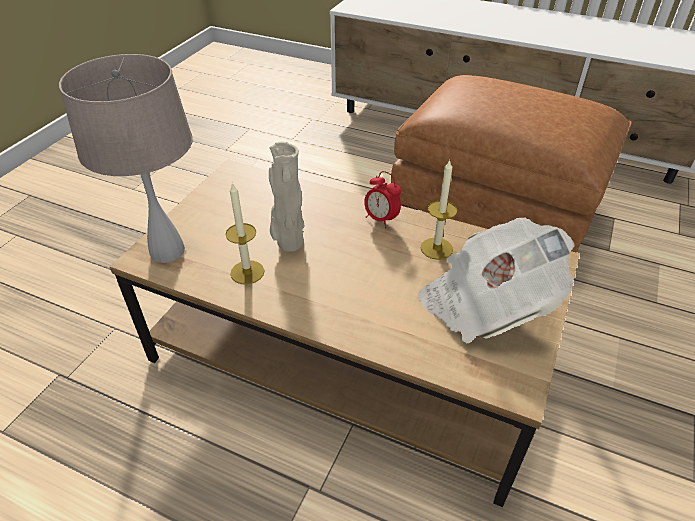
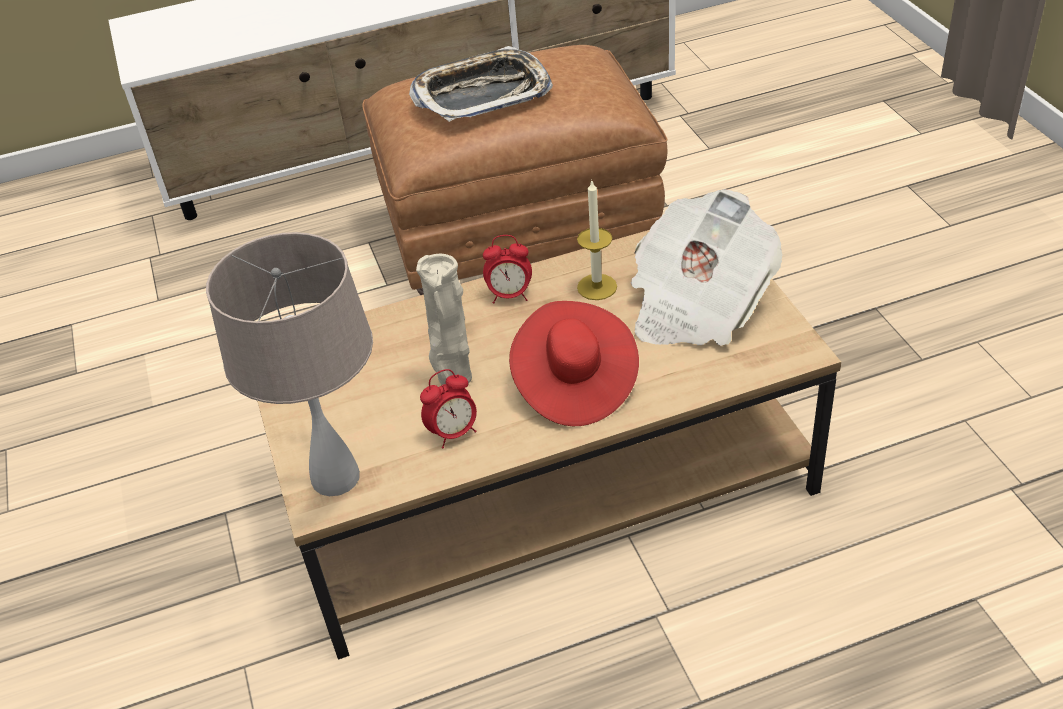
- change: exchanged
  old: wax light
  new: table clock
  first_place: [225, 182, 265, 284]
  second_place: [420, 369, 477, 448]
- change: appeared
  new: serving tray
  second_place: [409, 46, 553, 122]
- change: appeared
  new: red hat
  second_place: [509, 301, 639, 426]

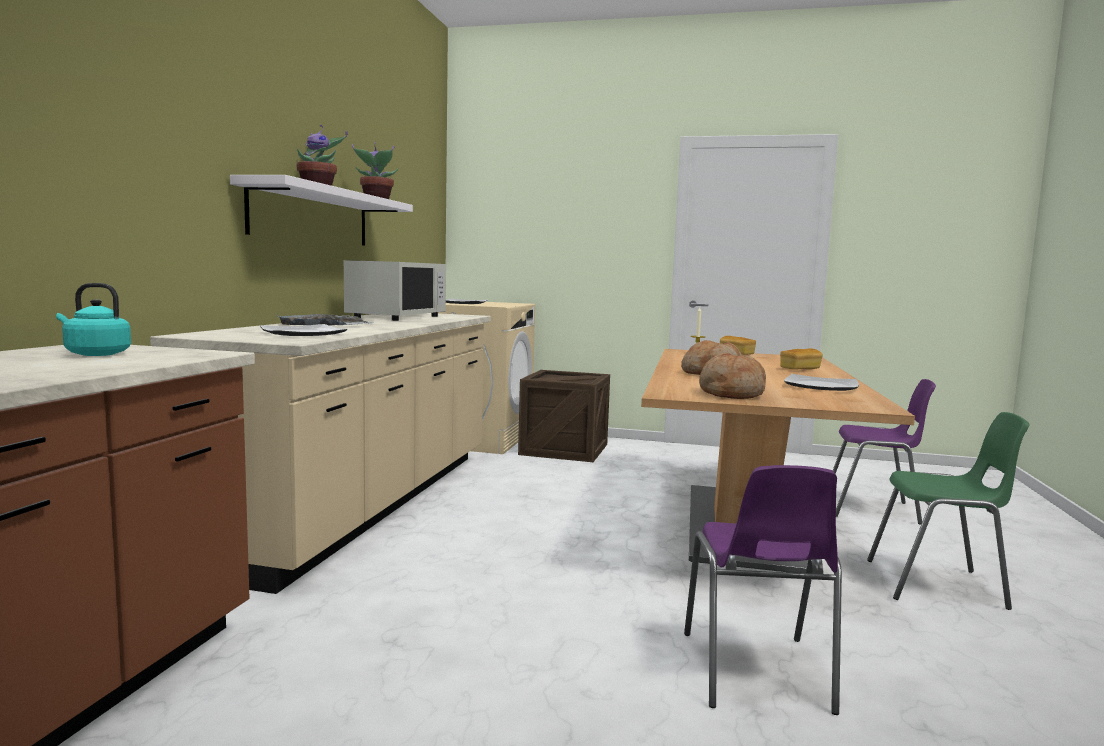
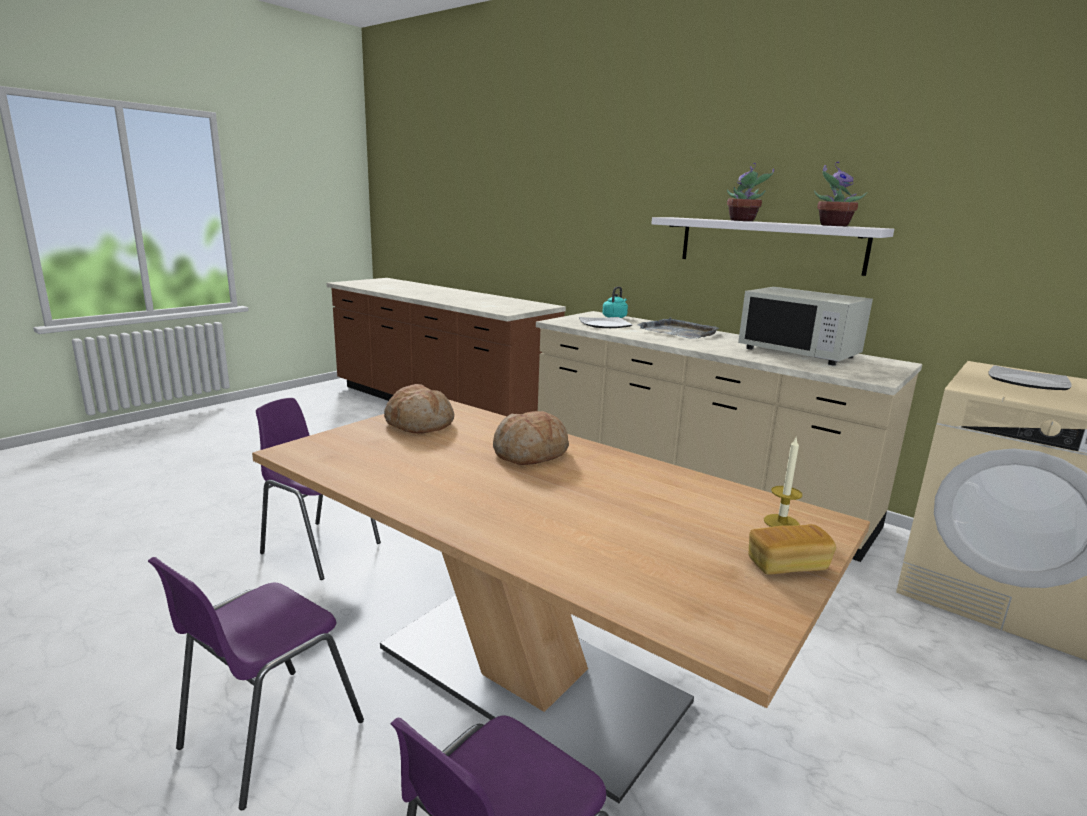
- change: relocated
  old: blue-green water kettle
  first_place: [56, 283, 131, 356]
  second_place: [602, 286, 628, 318]
- change: missing
  old: packing crate
  first_place: [518, 370, 610, 462]
- change: missing
  old: bakery bread
  first_place: [780, 348, 823, 370]
- change: missing
  old: plate
  first_place: [784, 374, 859, 391]
- change: colour
  old: greenish upright chair
  new: purplish upright chair
  first_place: [867, 412, 1030, 610]
  second_place: [148, 557, 364, 810]

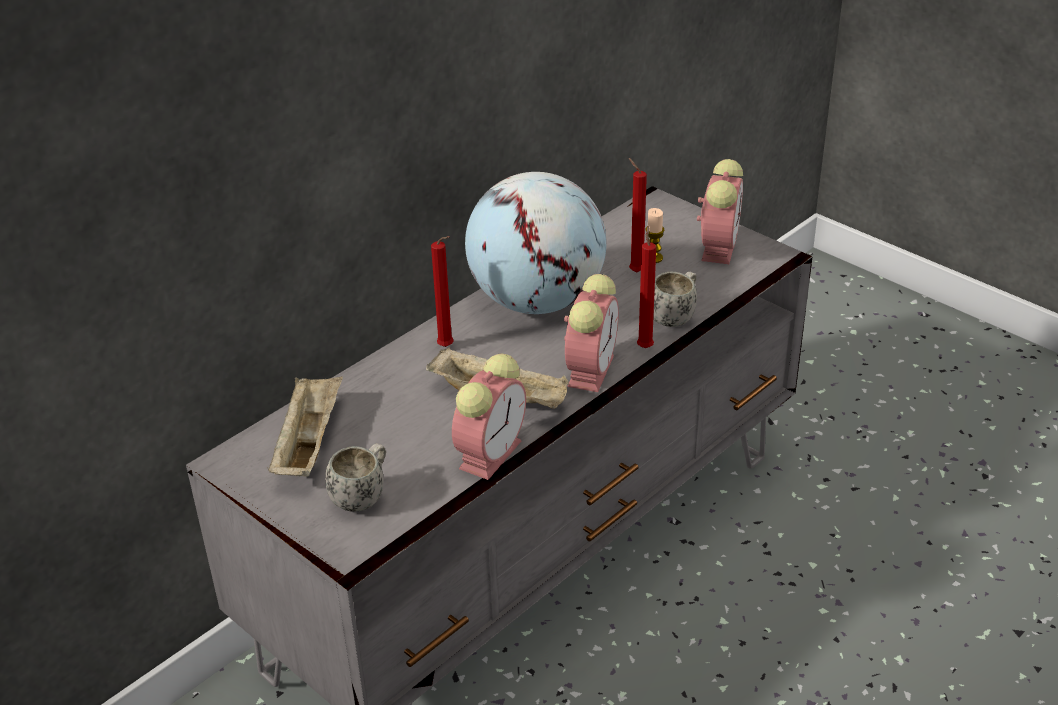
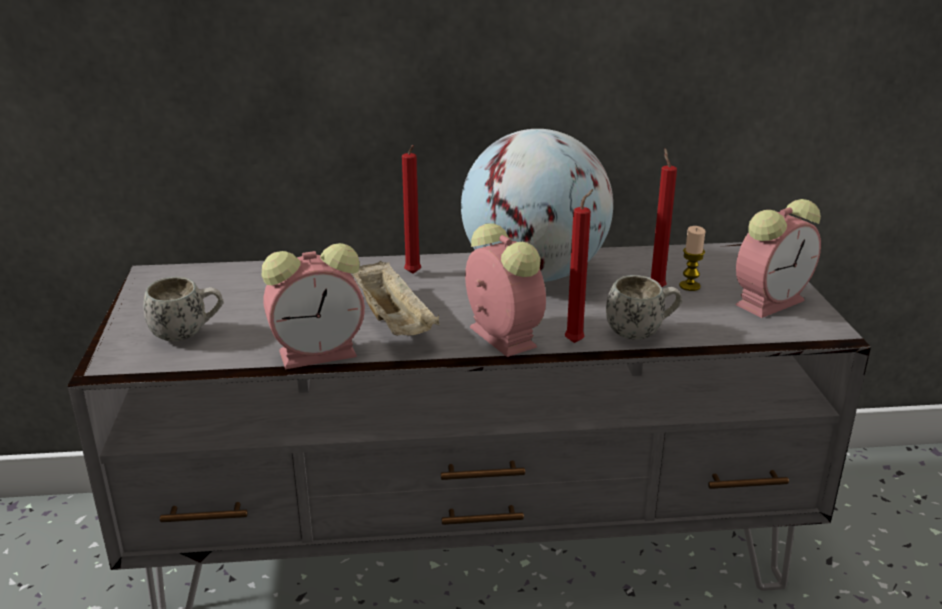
- change: missing
  old: beige serving tray
  first_place: [267, 376, 343, 476]
- change: spun
  old: table clock
  first_place: [564, 274, 619, 392]
  second_place: [465, 223, 546, 357]
  degrees: -90

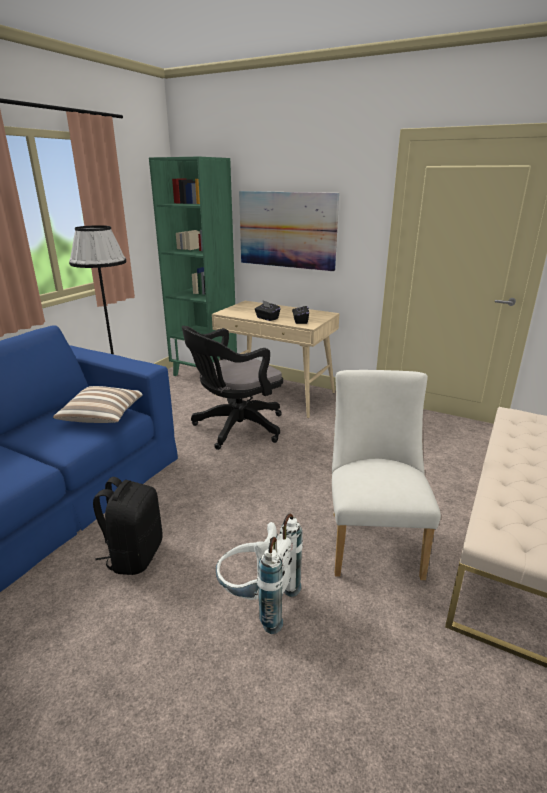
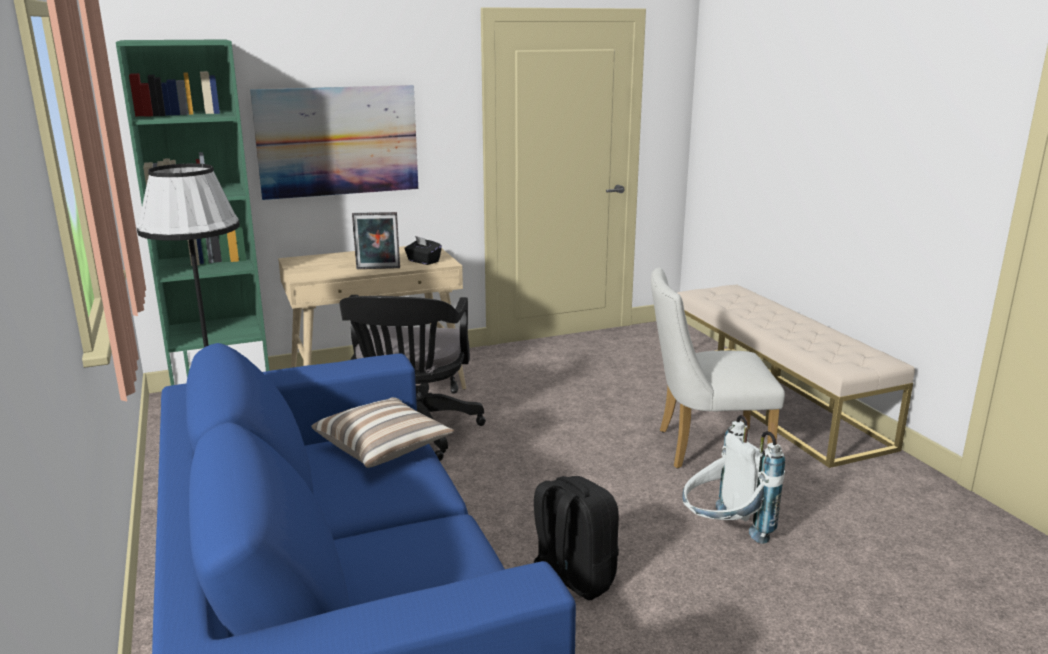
- change: exchanged
  old: black tissue holder
  new: standing frame
  first_place: [255, 300, 281, 321]
  second_place: [352, 212, 400, 269]
- change: spun
  old: white-coloured upright chair
  first_place: [332, 370, 441, 580]
  second_place: [651, 268, 785, 469]
  degrees: -45

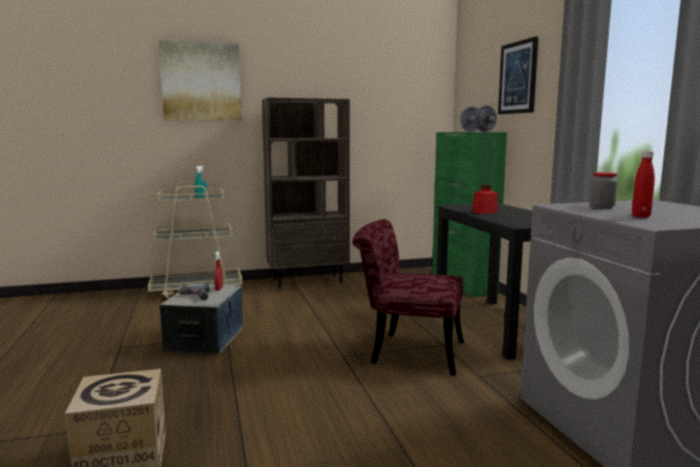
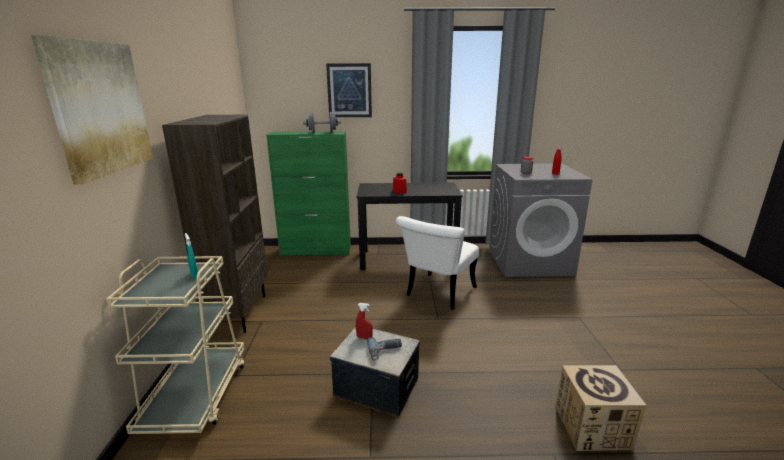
- change: colour
  old: red upright chair
  new: white-coloured upright chair
  first_place: [353, 219, 464, 376]
  second_place: [396, 216, 479, 309]

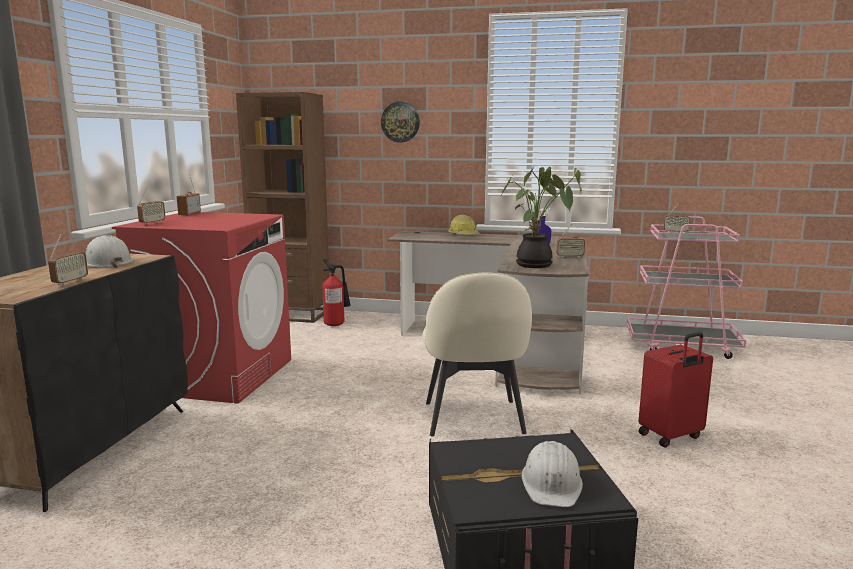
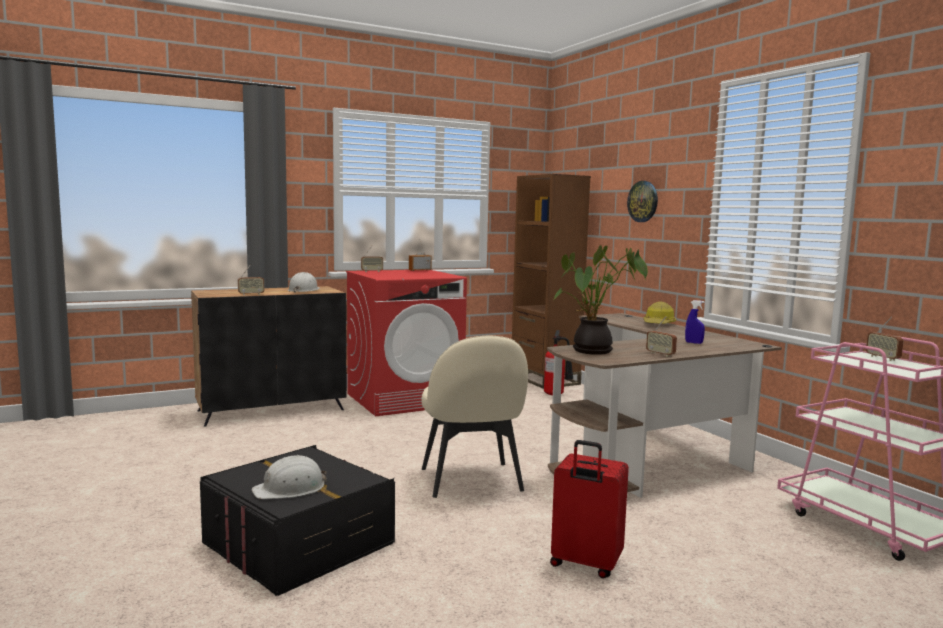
- change: spun
  old: beige upright chair
  first_place: [423, 272, 532, 436]
  second_place: [422, 336, 528, 498]
  degrees: -60

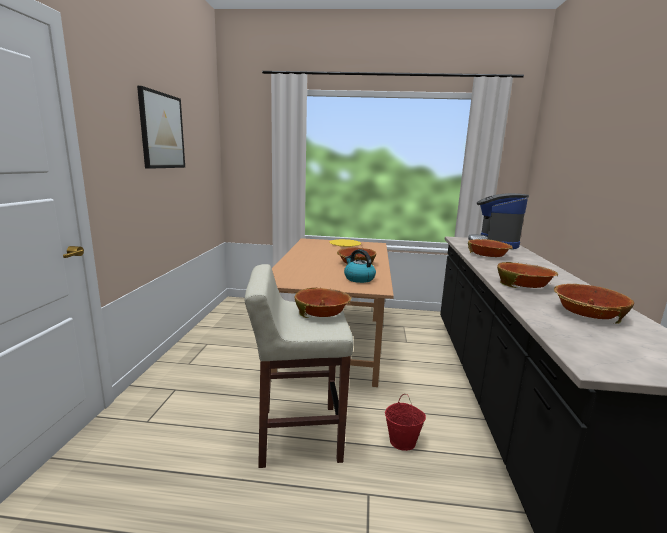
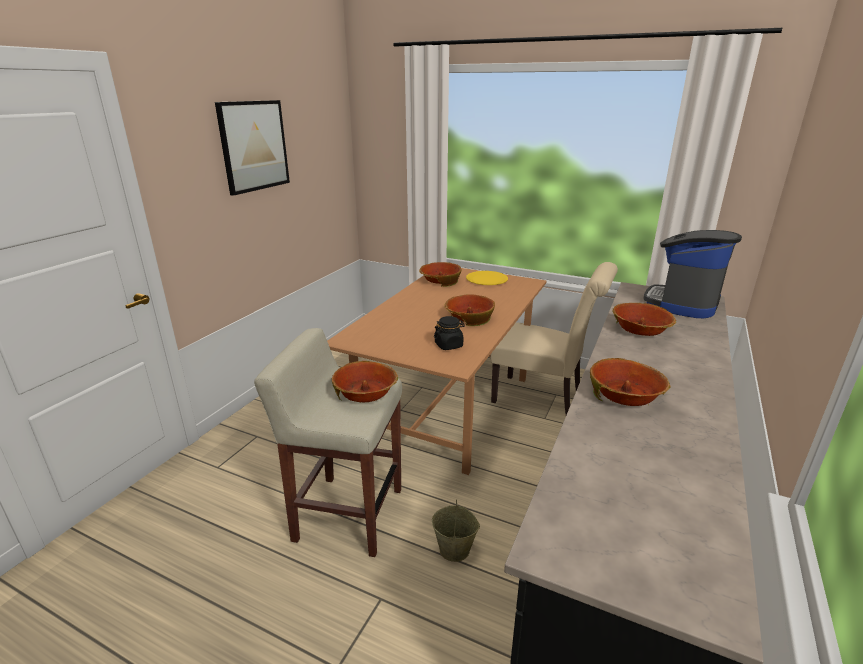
- change: exchanged
  old: water kettle
  new: black storage jar
  first_place: [344, 249, 376, 283]
  second_place: [434, 316, 465, 350]
- change: colour
  old: red water bucket
  new: beige water bucket
  first_place: [385, 394, 426, 451]
  second_place: [432, 499, 480, 562]
- change: relocated
  old: serving bowl
  first_place: [554, 284, 634, 324]
  second_place: [419, 262, 461, 287]
- change: appeared
  new: beige upright chair
  second_place: [490, 262, 618, 415]

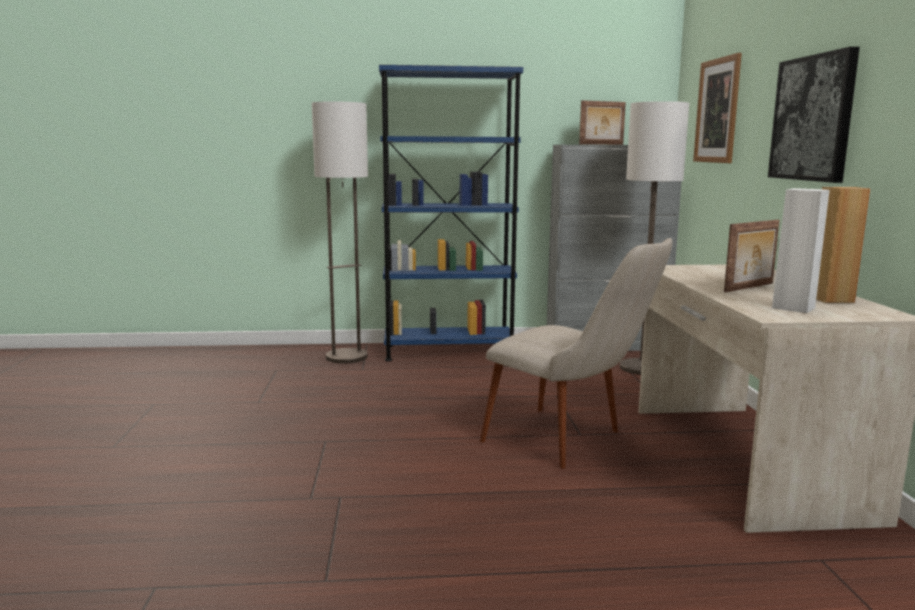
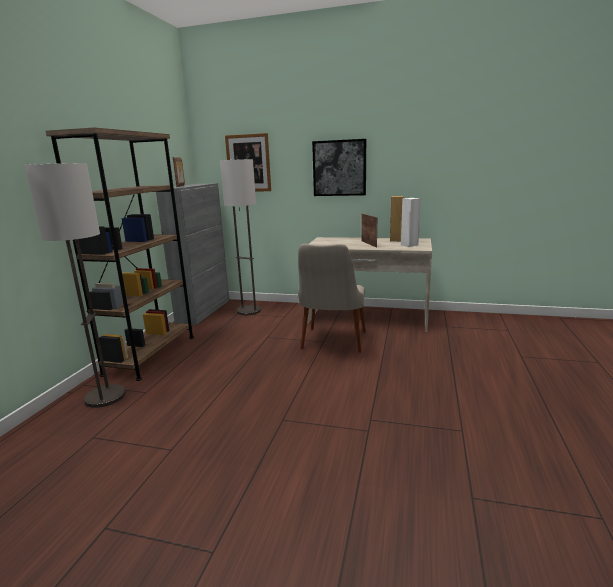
- change: colour
  old: blue bookcase
  new: brownish bookcase
  first_place: [379, 65, 523, 361]
  second_place: [46, 127, 194, 381]
- change: spun
  old: beige upright chair
  first_place: [480, 238, 672, 469]
  second_place: [298, 244, 366, 353]
  degrees: 135

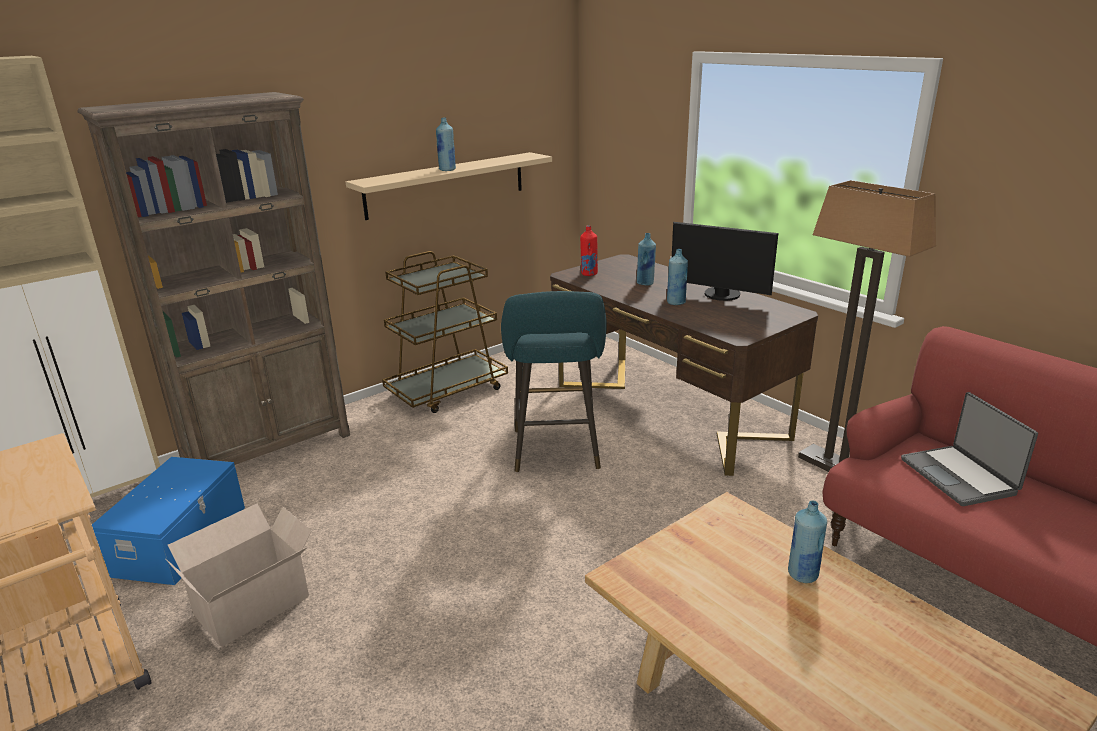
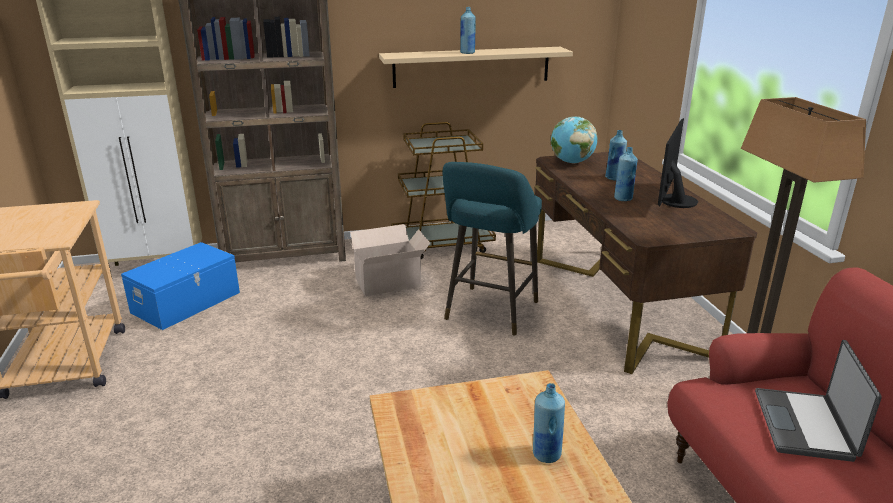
- change: relocated
  old: carton
  first_place: [166, 504, 312, 647]
  second_place: [347, 224, 430, 296]
- change: exchanged
  old: red drink bottle
  new: world globe
  first_place: [580, 225, 598, 276]
  second_place: [551, 116, 598, 163]
- change: spun
  old: computer screen
  first_place: [672, 222, 778, 301]
  second_place: [658, 118, 698, 208]
  degrees: 60

